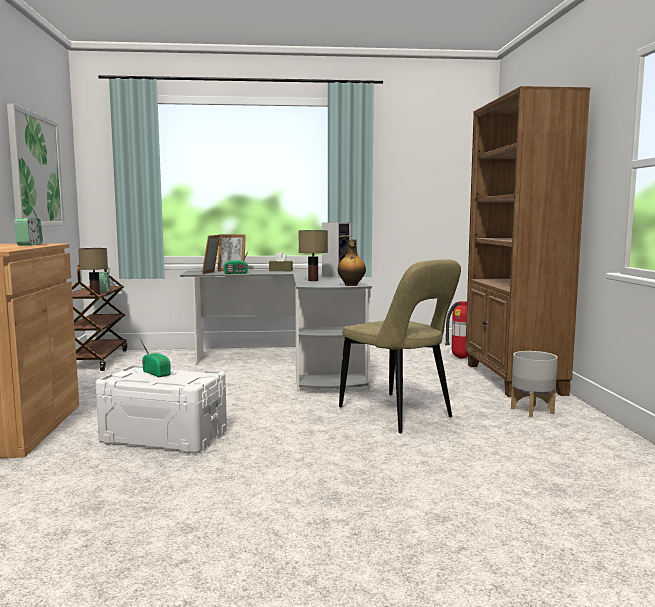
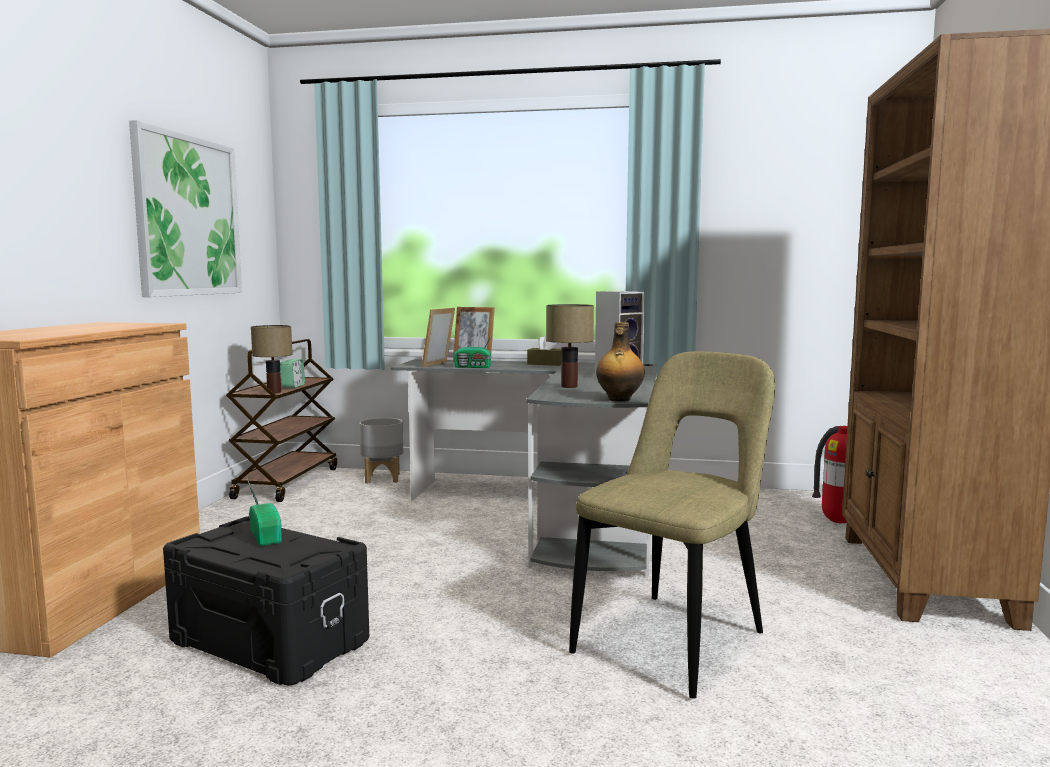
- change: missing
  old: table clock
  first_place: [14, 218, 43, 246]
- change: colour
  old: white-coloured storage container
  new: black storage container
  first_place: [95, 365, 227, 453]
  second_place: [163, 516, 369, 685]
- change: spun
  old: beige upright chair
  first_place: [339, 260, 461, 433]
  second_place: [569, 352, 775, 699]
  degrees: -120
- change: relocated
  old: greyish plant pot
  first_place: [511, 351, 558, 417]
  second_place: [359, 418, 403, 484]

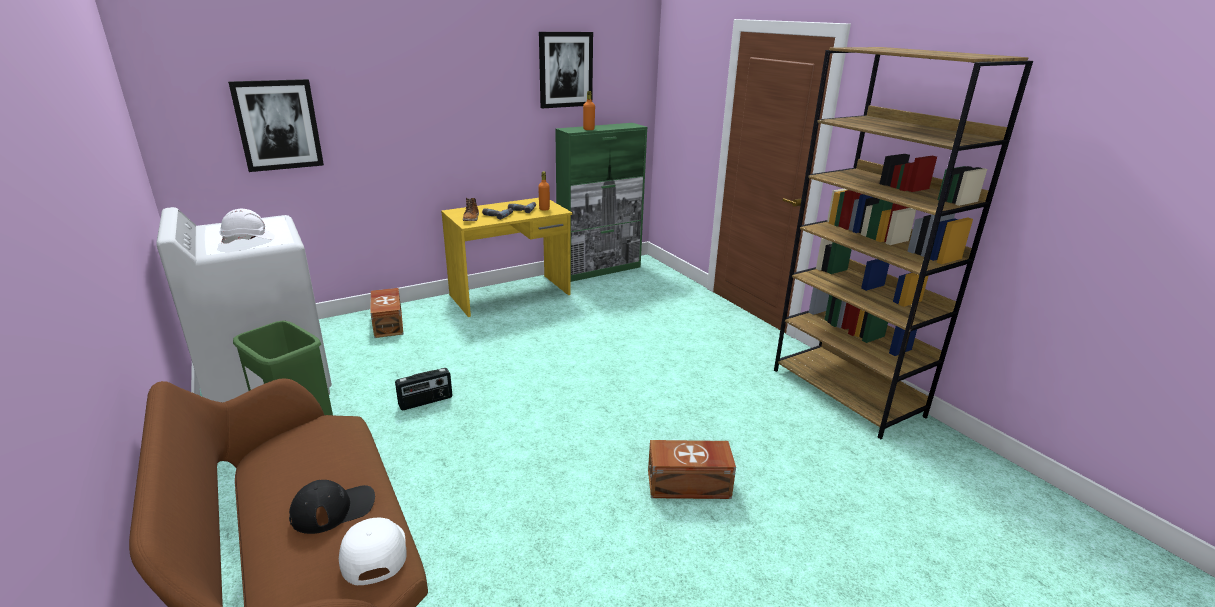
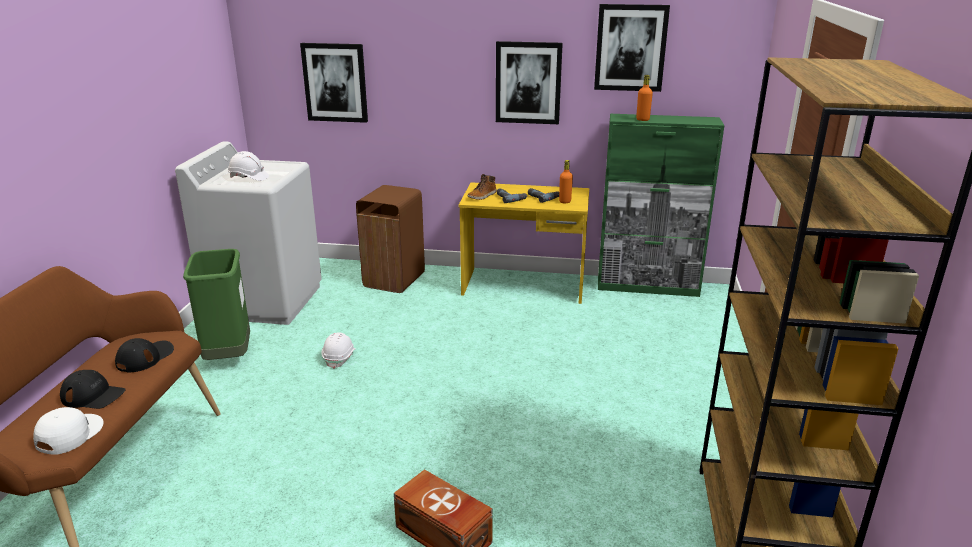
- change: exchanged
  old: brownish storage container
  new: brownish rubbish bin
  first_place: [370, 288, 403, 338]
  second_place: [356, 185, 425, 293]
- change: exchanged
  old: radio
  new: white-coloured work helmet
  first_place: [395, 368, 452, 410]
  second_place: [322, 333, 356, 369]
- change: appeared
  new: black peaked cap
  second_place: [115, 338, 174, 373]
- change: appeared
  new: wall picture
  second_place: [496, 41, 563, 124]

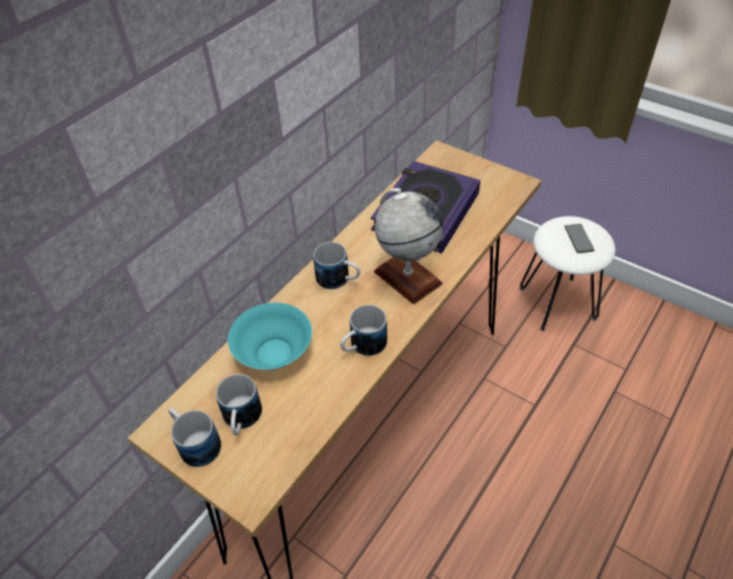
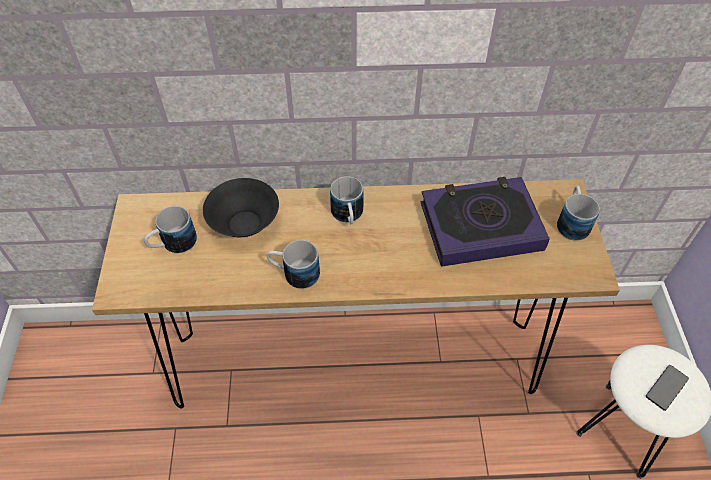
- change: relocated
  old: tea mug
  first_place: [168, 408, 221, 467]
  second_place: [557, 186, 600, 241]
- change: colour
  old: blue-green serving bowl
  new: black serving bowl
  first_place: [228, 303, 312, 370]
  second_place: [203, 178, 279, 237]
- change: missing
  old: world globe
  first_place: [374, 188, 444, 304]

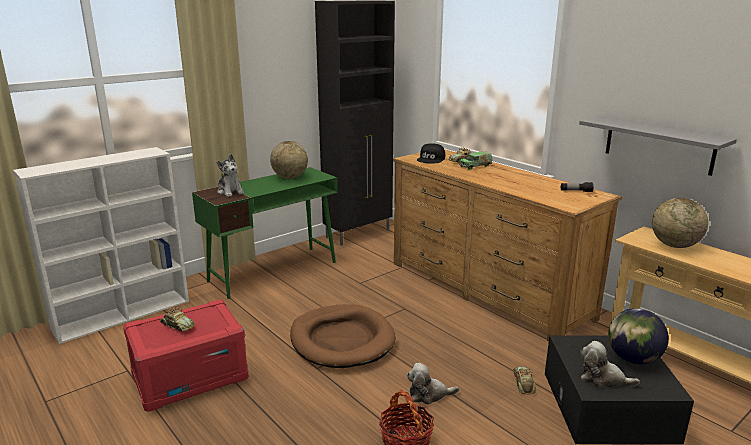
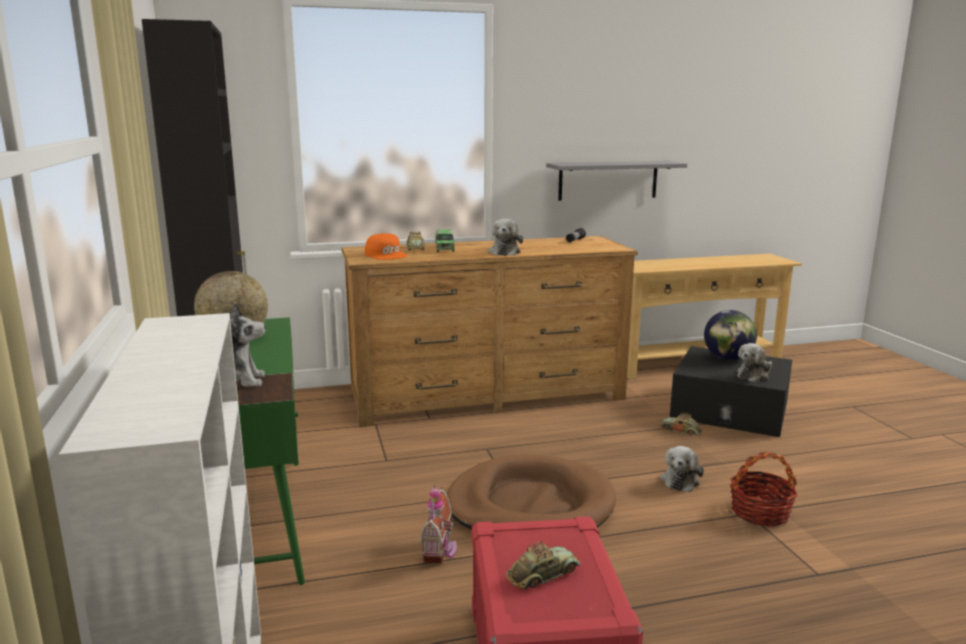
- change: colour
  old: black peaked cap
  new: orange peaked cap
  first_place: [417, 143, 445, 164]
  second_place: [365, 233, 408, 260]
- change: missing
  old: world globe
  first_place: [652, 198, 708, 248]
- change: appeared
  new: toy house
  second_place: [420, 485, 457, 564]
- change: appeared
  new: cuddly toy
  second_place: [488, 219, 523, 256]

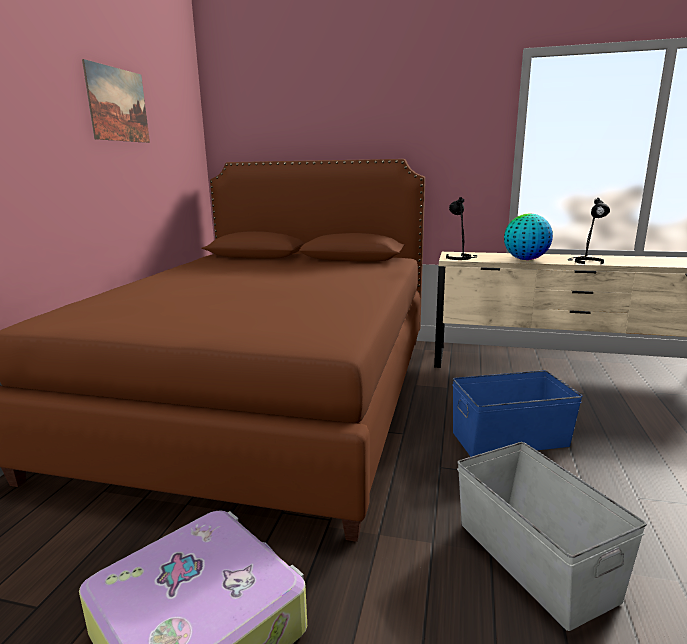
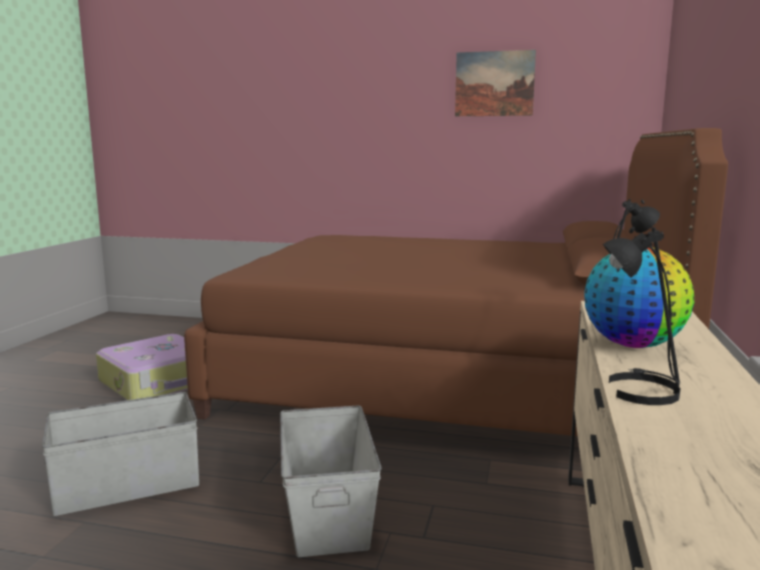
- change: colour
  old: blue storage container
  new: greyish storage container
  first_place: [452, 370, 583, 457]
  second_place: [280, 406, 382, 557]

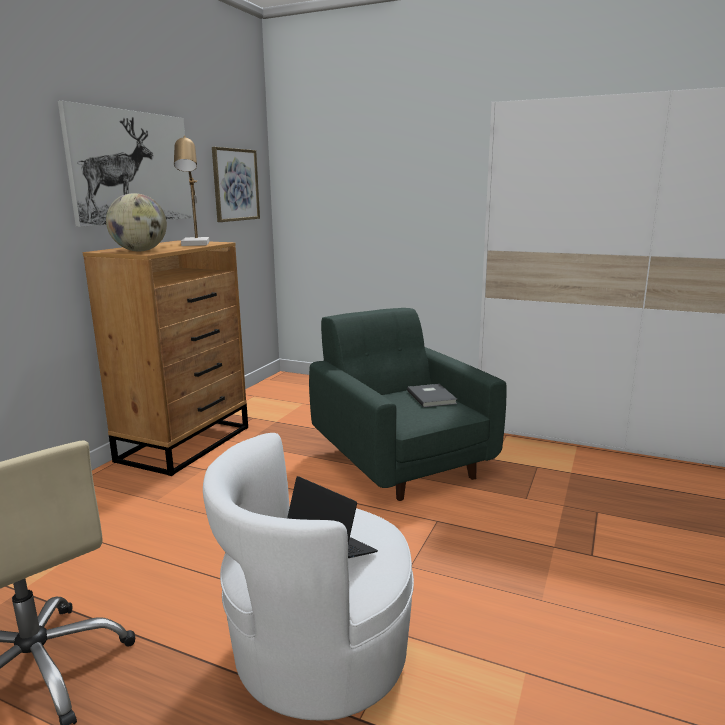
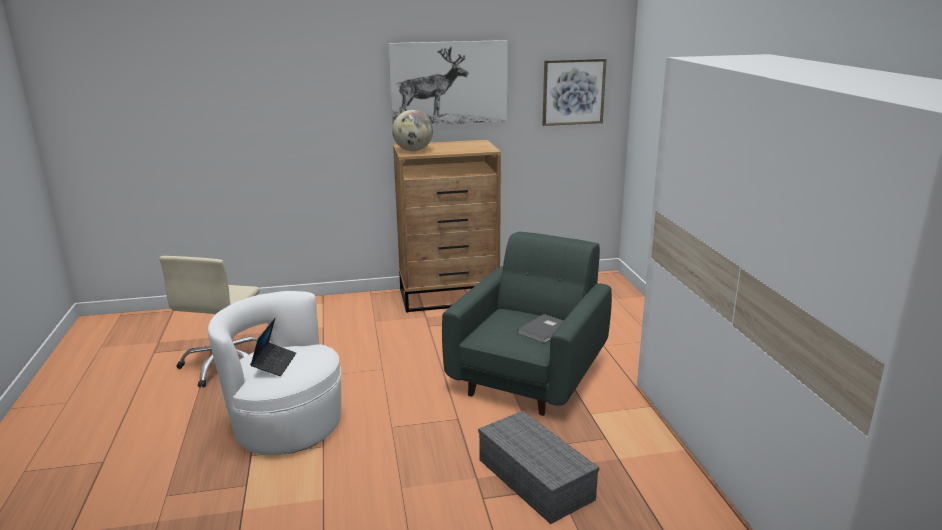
- change: missing
  old: tabletop lamp
  first_place: [174, 136, 210, 246]
- change: appeared
  new: greyish storage container
  second_place: [478, 411, 599, 524]

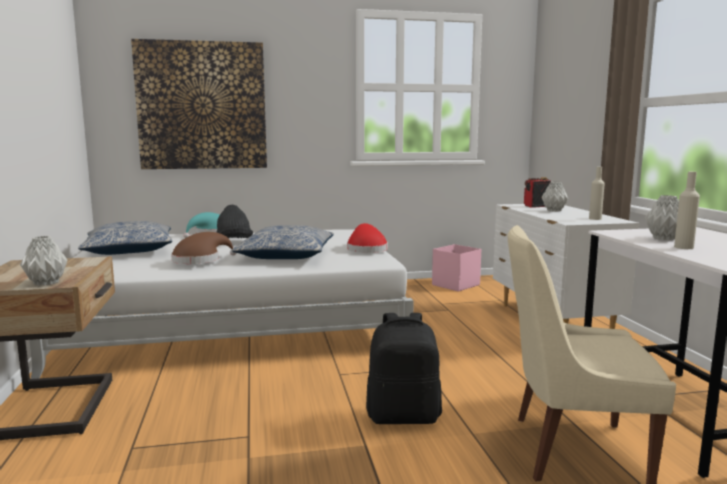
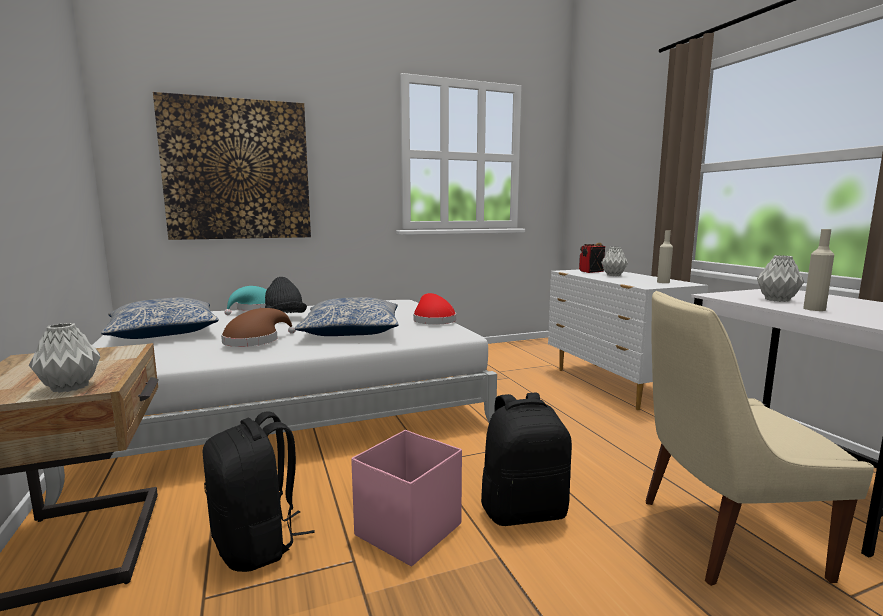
- change: relocated
  old: pink-coloured storage container
  first_place: [432, 244, 481, 292]
  second_place: [351, 430, 462, 566]
- change: appeared
  new: black backpack
  second_place: [203, 411, 315, 572]

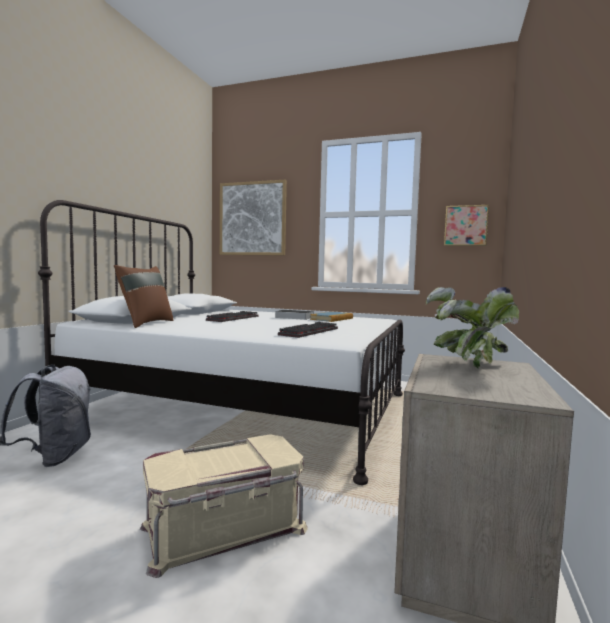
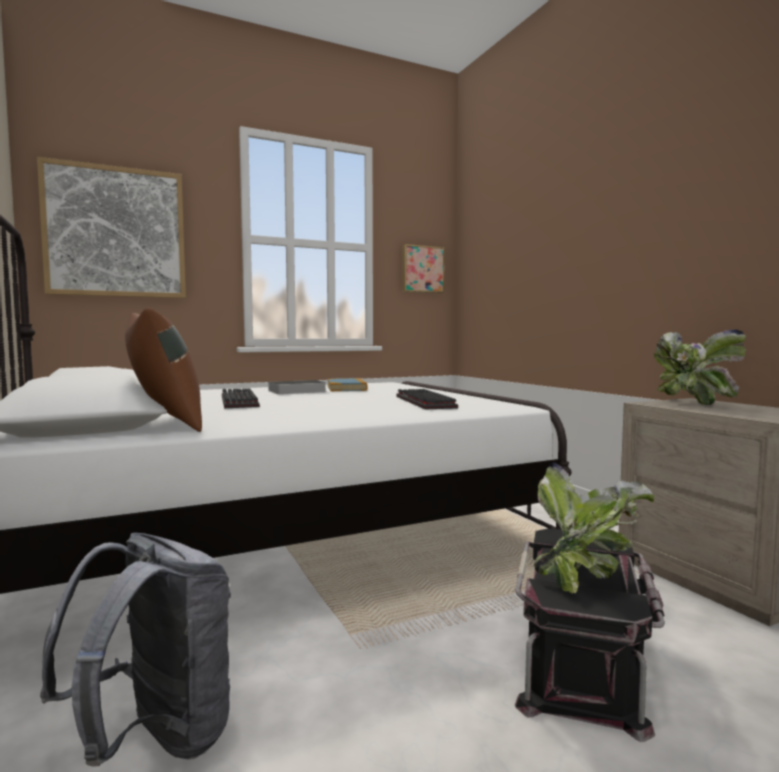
- change: colour
  old: beige storage container
  new: black storage container
  first_place: [140, 434, 308, 578]
  second_place: [515, 528, 665, 742]
- change: appeared
  new: plant in a pot
  second_place: [534, 462, 654, 593]

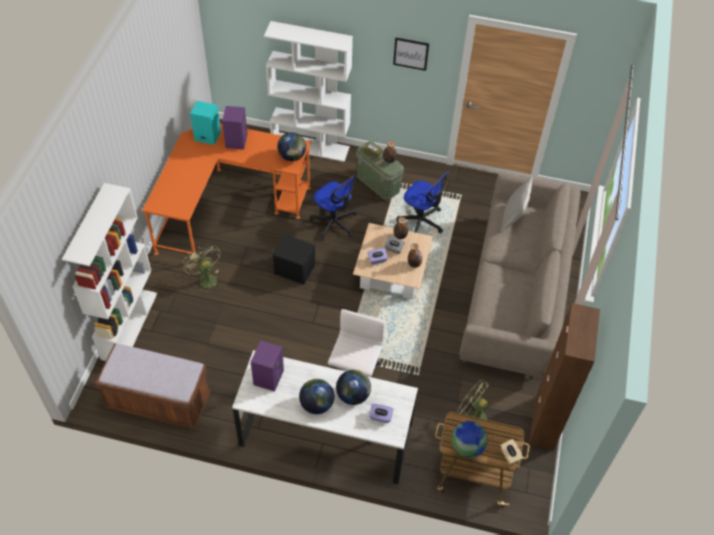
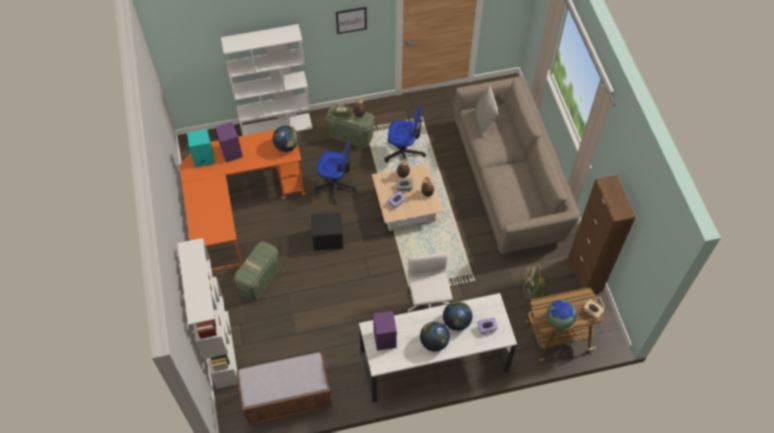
- change: exchanged
  old: greenish cooling fan
  new: greenish storage container
  first_place: [182, 244, 221, 293]
  second_place: [234, 241, 279, 301]

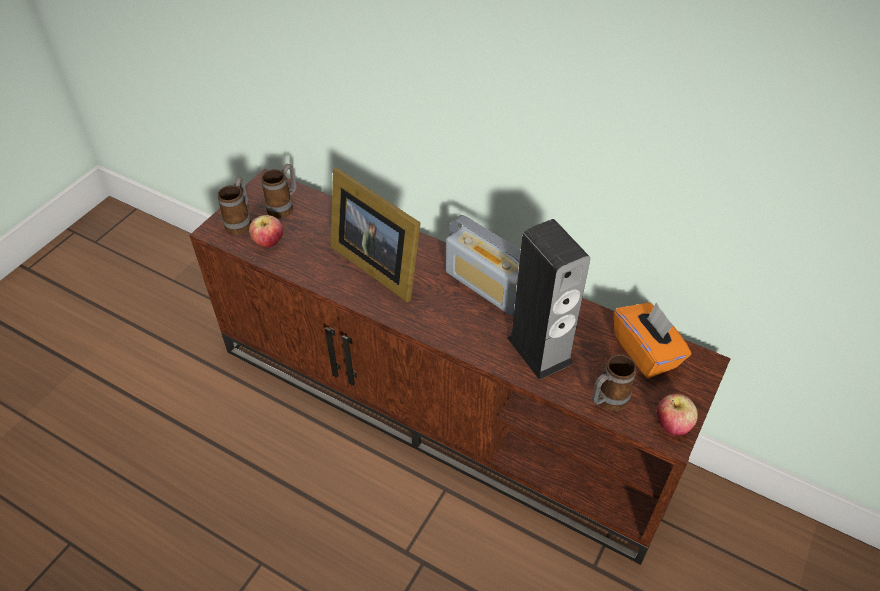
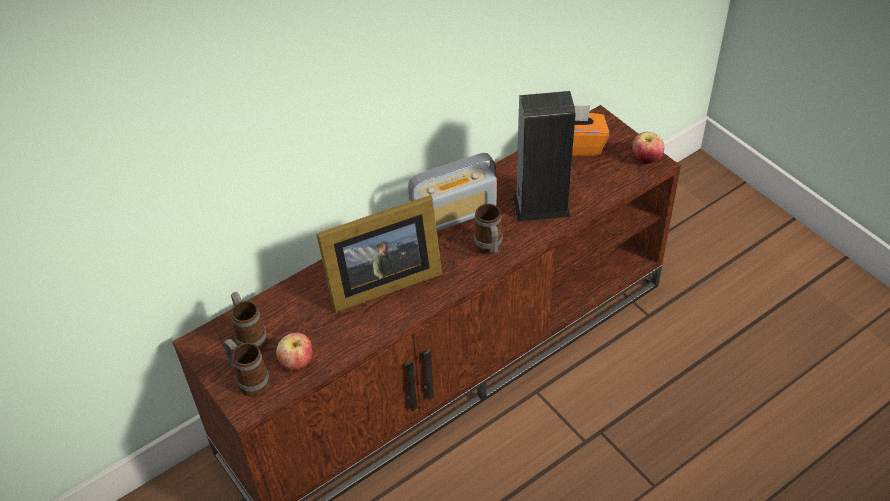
- change: relocated
  old: tea mug
  first_place: [592, 354, 636, 411]
  second_place: [474, 204, 503, 255]

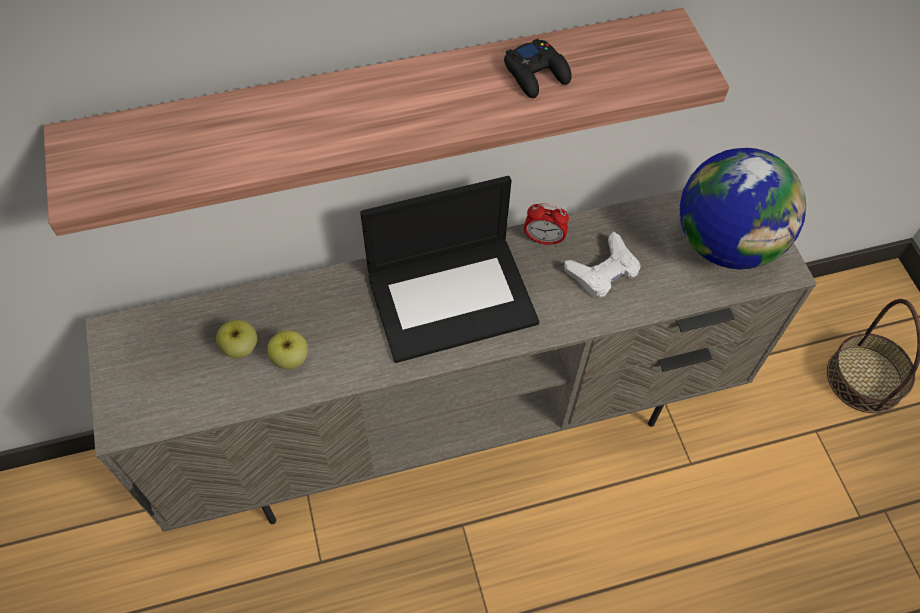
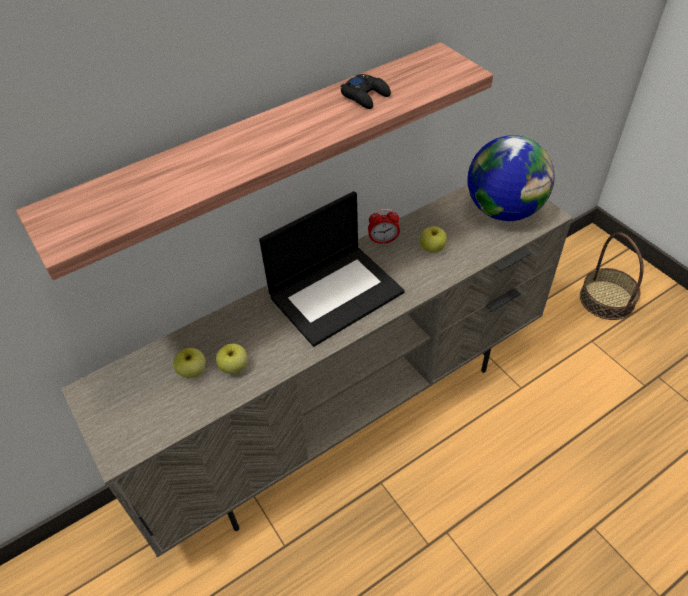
- change: exchanged
  old: white-coloured game controller
  new: apple fruit
  first_place: [564, 232, 641, 298]
  second_place: [420, 226, 447, 253]

